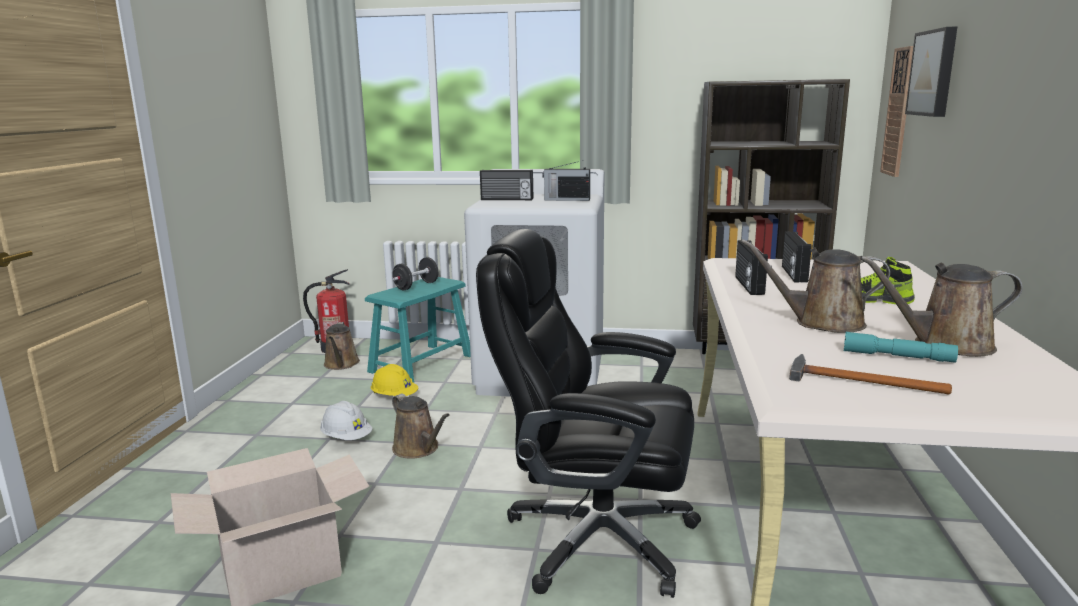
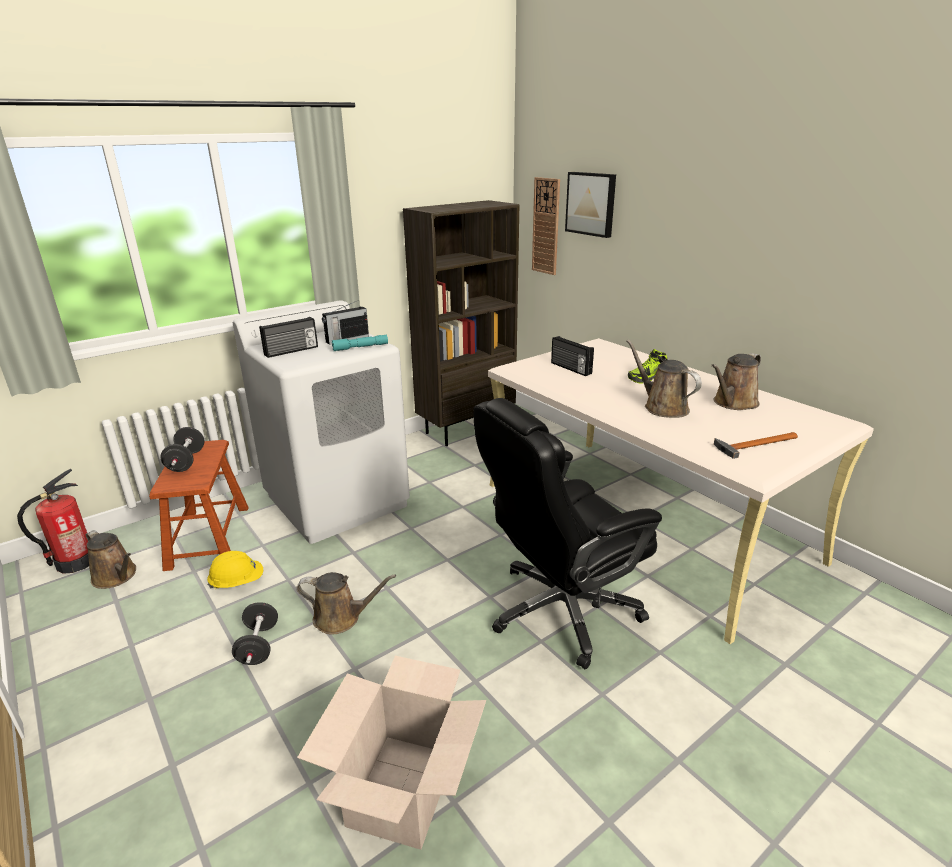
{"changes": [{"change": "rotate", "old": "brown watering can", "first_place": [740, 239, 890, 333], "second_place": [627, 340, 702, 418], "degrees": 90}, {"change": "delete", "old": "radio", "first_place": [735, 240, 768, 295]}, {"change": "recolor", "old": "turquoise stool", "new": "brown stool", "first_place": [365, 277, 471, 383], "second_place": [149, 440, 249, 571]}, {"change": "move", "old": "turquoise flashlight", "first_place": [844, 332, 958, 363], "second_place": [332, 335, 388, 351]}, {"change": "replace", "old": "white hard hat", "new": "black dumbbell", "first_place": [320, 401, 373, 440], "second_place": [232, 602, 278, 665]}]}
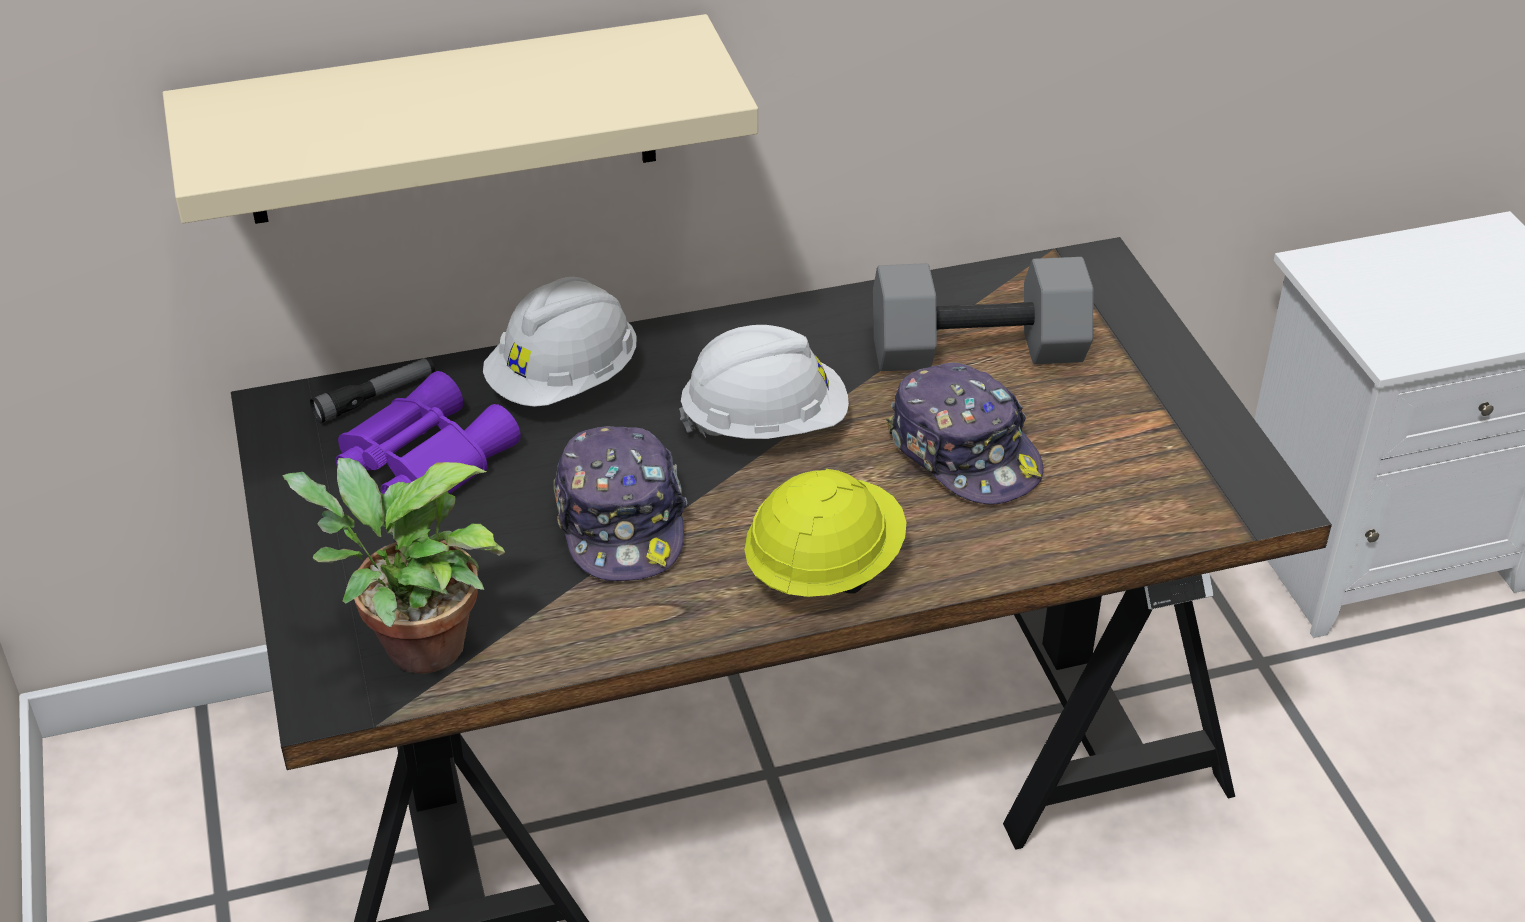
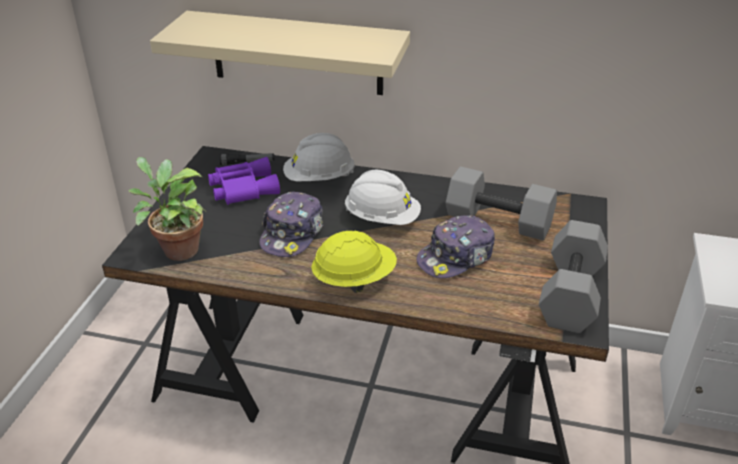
{"changes": [{"change": "rotate", "old": "cap", "first_place": [886, 363, 1043, 505], "second_place": [417, 215, 495, 278], "degrees": 60}, {"change": "insert", "new": "grey dumbbell", "second_place": [539, 220, 608, 333]}]}
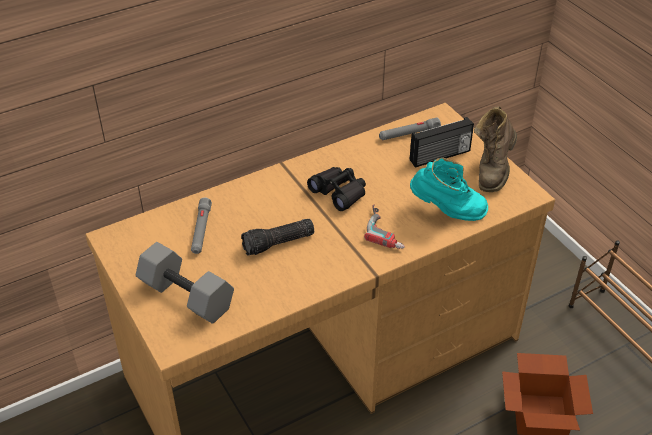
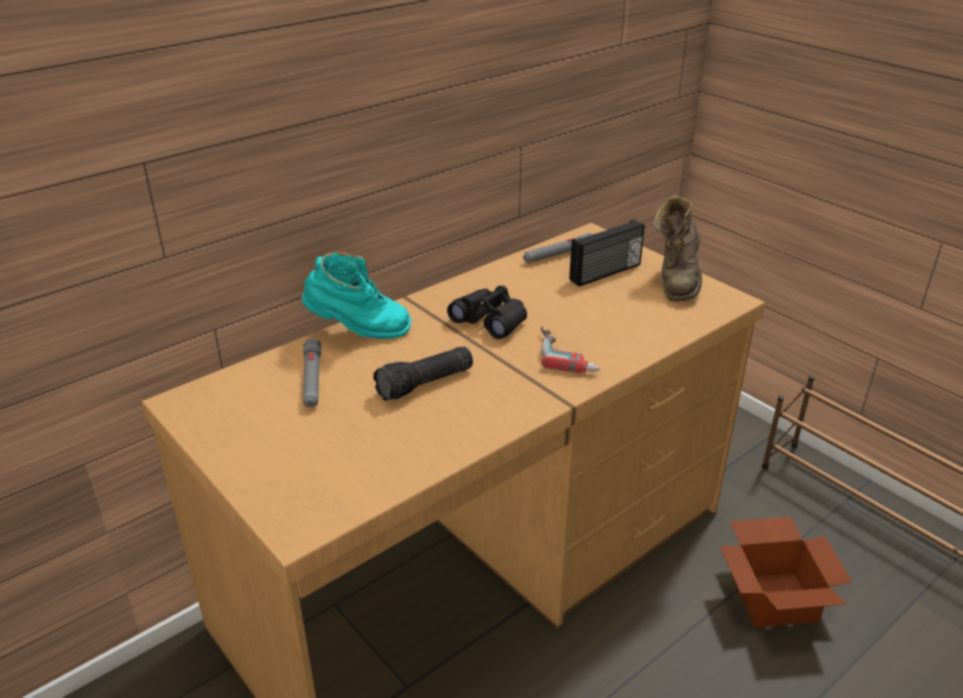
{"changes": [{"change": "move", "old": "turquoise boot", "first_place": [410, 158, 488, 221], "second_place": [302, 251, 411, 339]}, {"change": "delete", "old": "grey dumbbell", "first_place": [136, 242, 234, 324]}]}
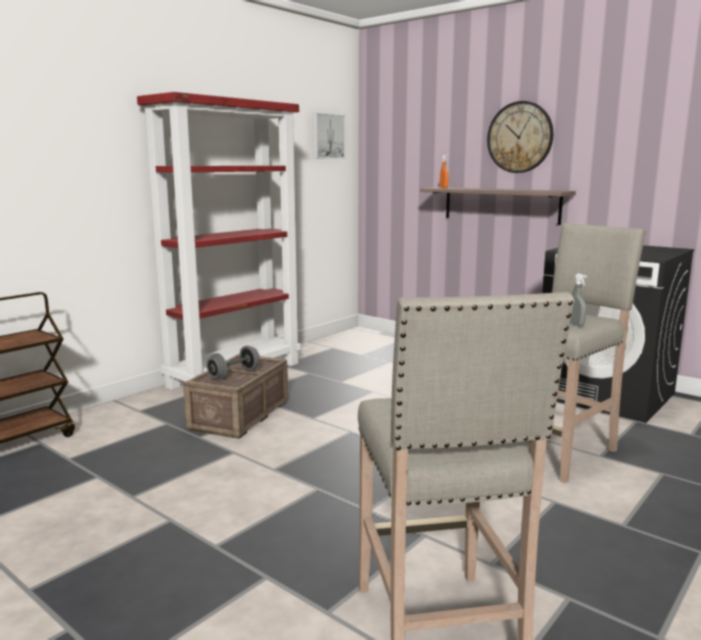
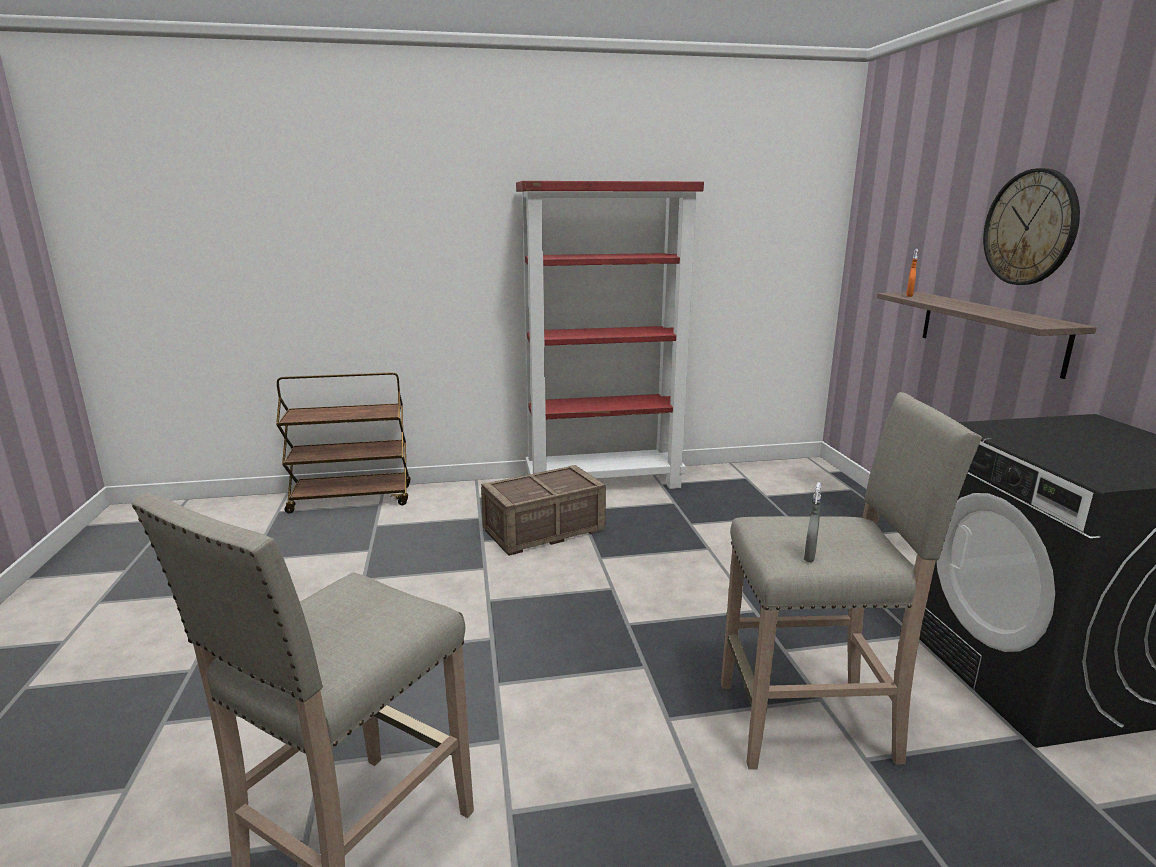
{"changes": [{"change": "delete", "old": "picture", "first_place": [313, 113, 345, 159]}, {"change": "delete", "old": "grey dumbbell", "first_place": [207, 346, 260, 380]}]}
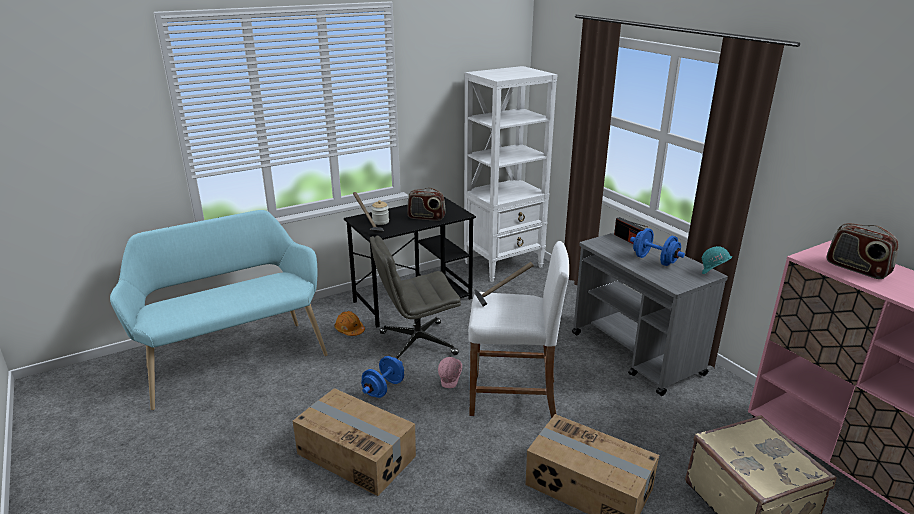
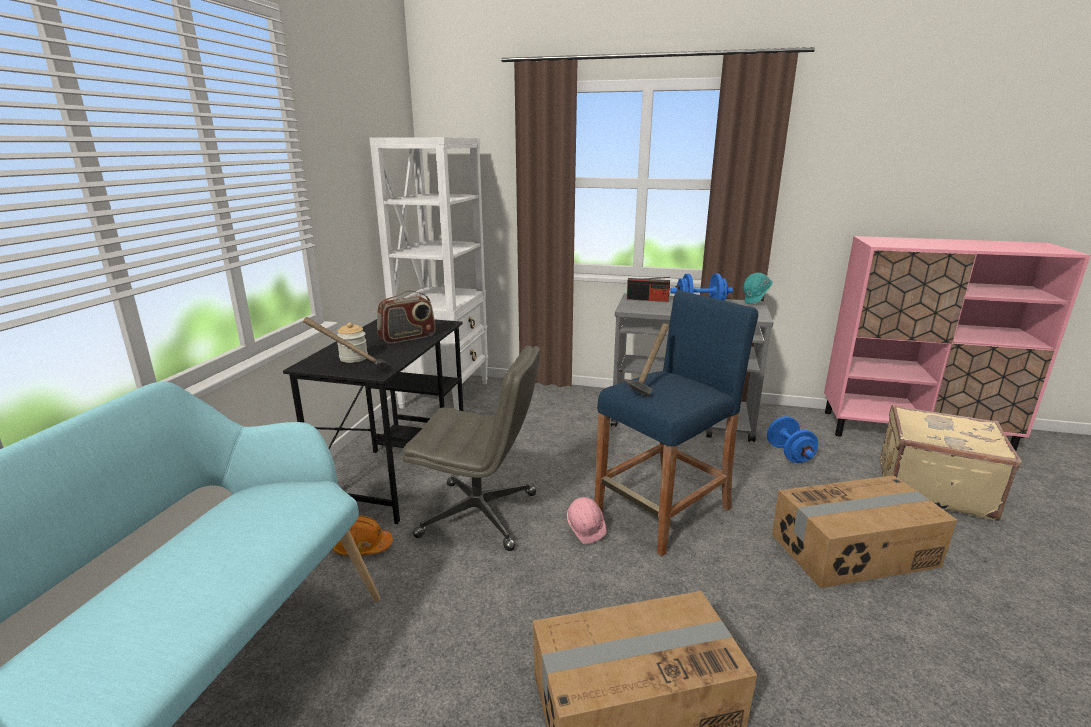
{"changes": [{"change": "delete", "old": "radio", "first_place": [827, 223, 899, 279]}, {"change": "rotate", "old": "grey office chair", "first_place": [370, 236, 461, 361], "second_place": [403, 345, 540, 551], "degrees": -105}, {"change": "recolor", "old": "white stool", "new": "blue stool", "first_place": [468, 241, 569, 419], "second_place": [595, 290, 758, 556]}, {"change": "move", "old": "blue dumbbell", "first_place": [361, 356, 404, 398], "second_place": [767, 416, 818, 463]}]}
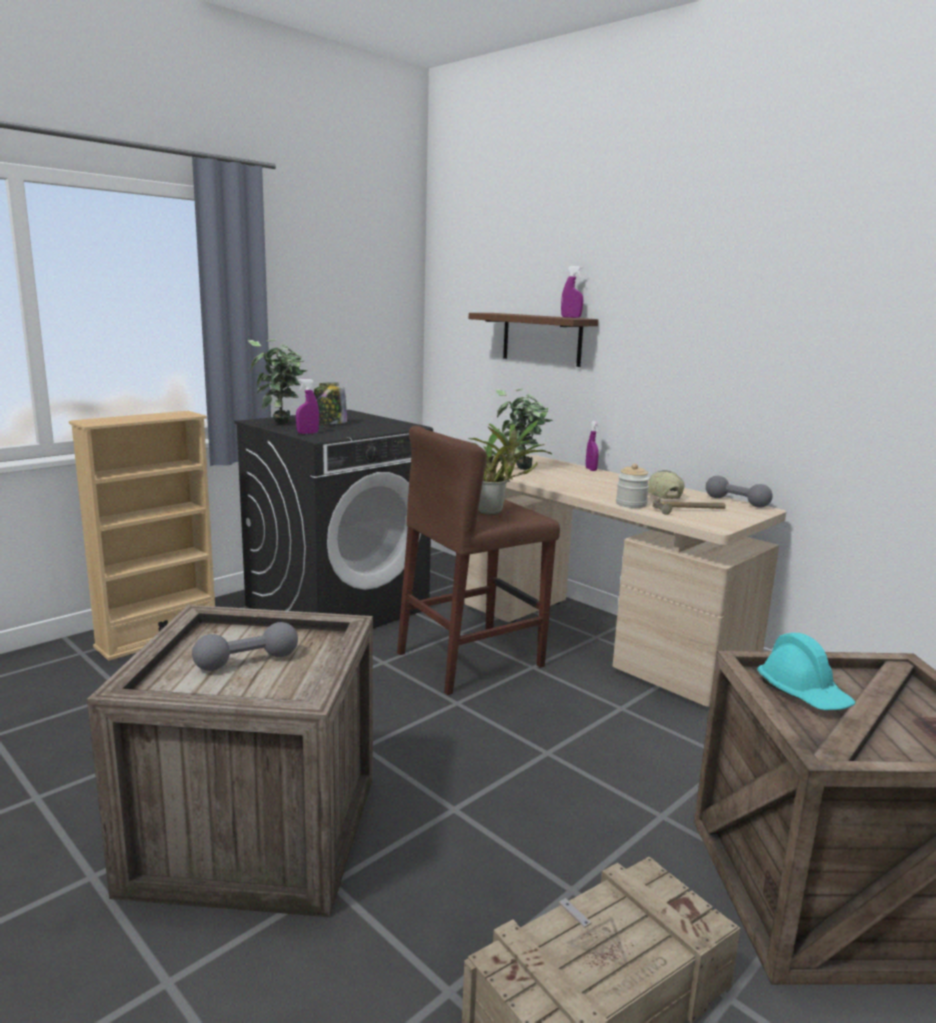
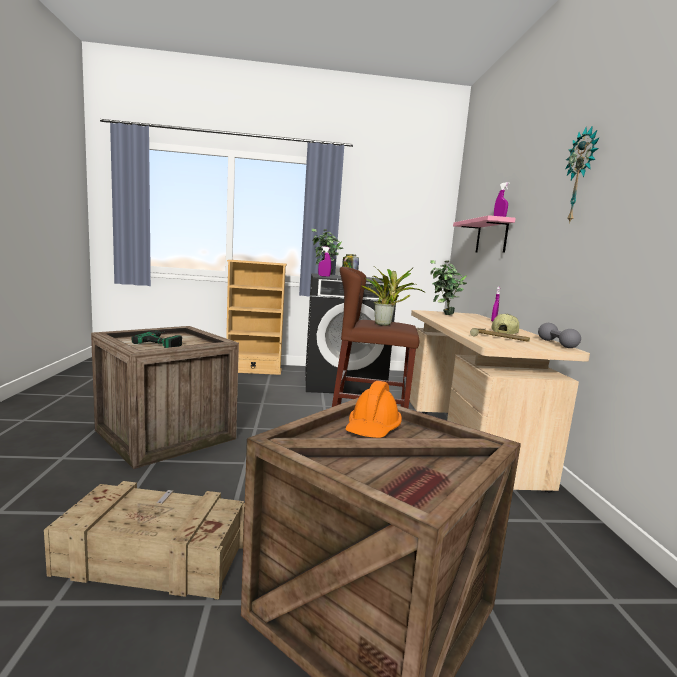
{"changes": [{"change": "recolor", "old": "brown shelf", "new": "pink shelf", "first_place": [469, 313, 598, 367], "second_place": [453, 215, 516, 253]}, {"change": "delete", "old": "jar", "first_place": [616, 463, 650, 508]}, {"change": "replace", "old": "grey dumbbell", "new": "power drill", "first_place": [192, 622, 298, 671], "second_place": [131, 330, 182, 348]}, {"change": "recolor", "old": "turquoise hard hat", "new": "orange hard hat", "first_place": [757, 633, 855, 710], "second_place": [346, 381, 402, 438]}, {"change": "insert", "new": "wall clock", "second_place": [565, 126, 600, 224]}]}
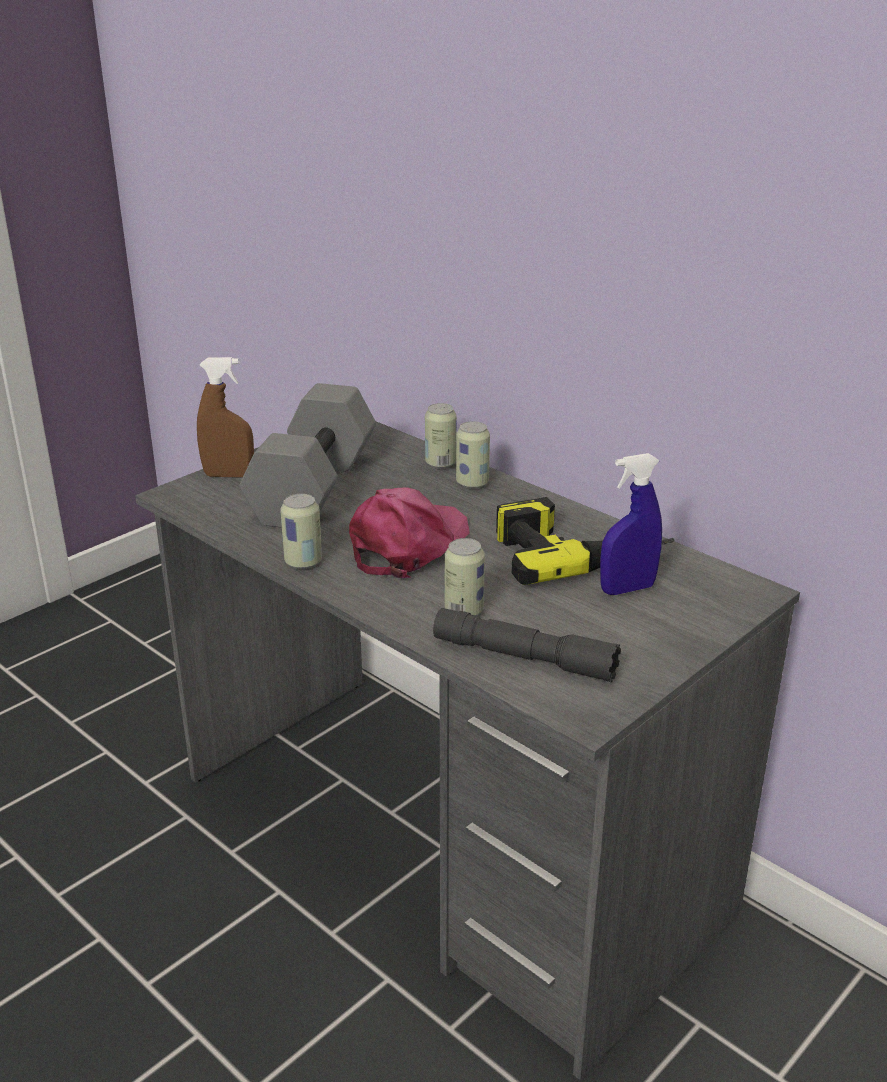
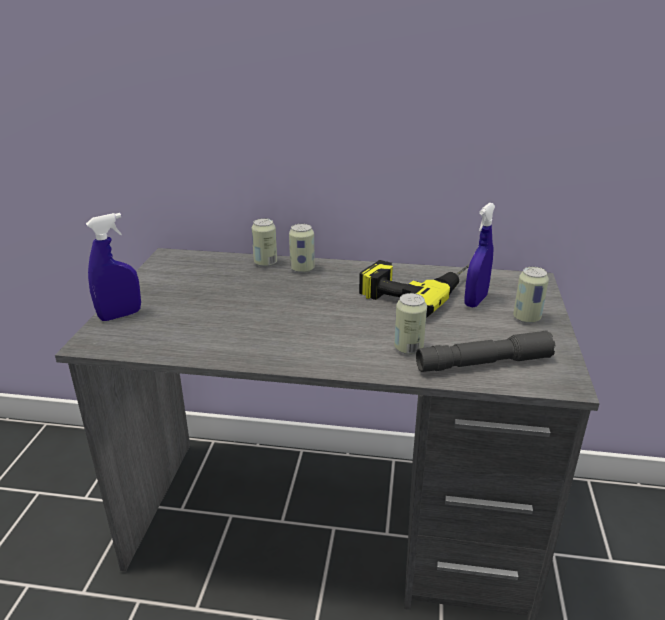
{"changes": [{"change": "recolor", "old": "brown spray bottle", "new": "blue spray bottle", "first_place": [197, 357, 254, 478], "second_place": [86, 213, 141, 321]}, {"change": "delete", "old": "grey dumbbell", "first_place": [239, 383, 376, 528]}, {"change": "delete", "old": "pink cap", "first_place": [349, 487, 470, 578]}, {"change": "move", "old": "can", "first_place": [280, 494, 322, 569], "second_place": [513, 267, 549, 323]}]}
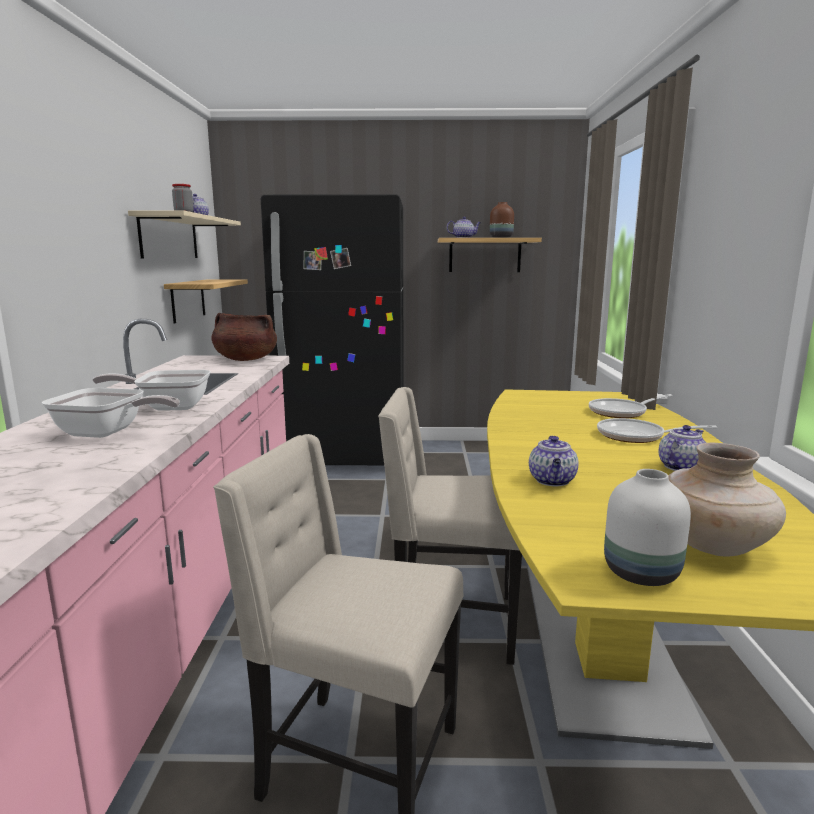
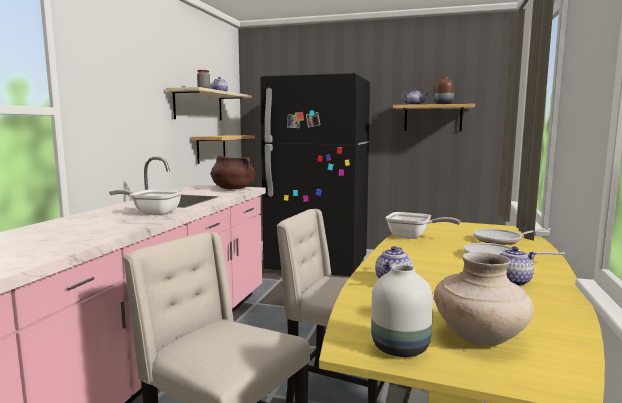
{"changes": [{"change": "move", "old": "frying pan", "first_place": [42, 388, 180, 438], "second_place": [386, 212, 460, 239]}]}
